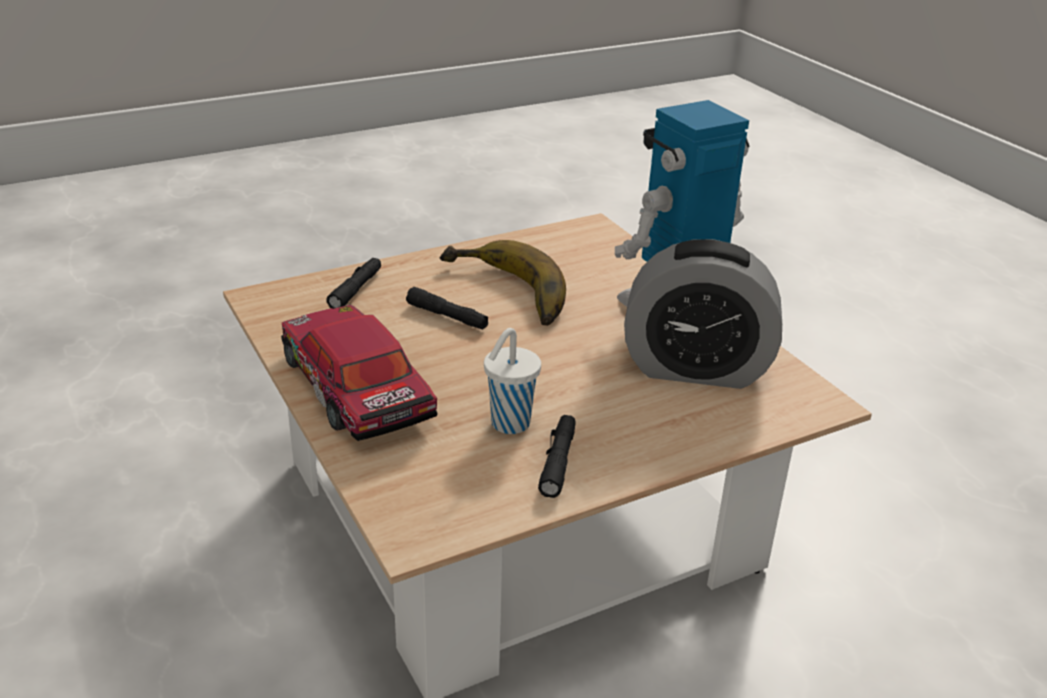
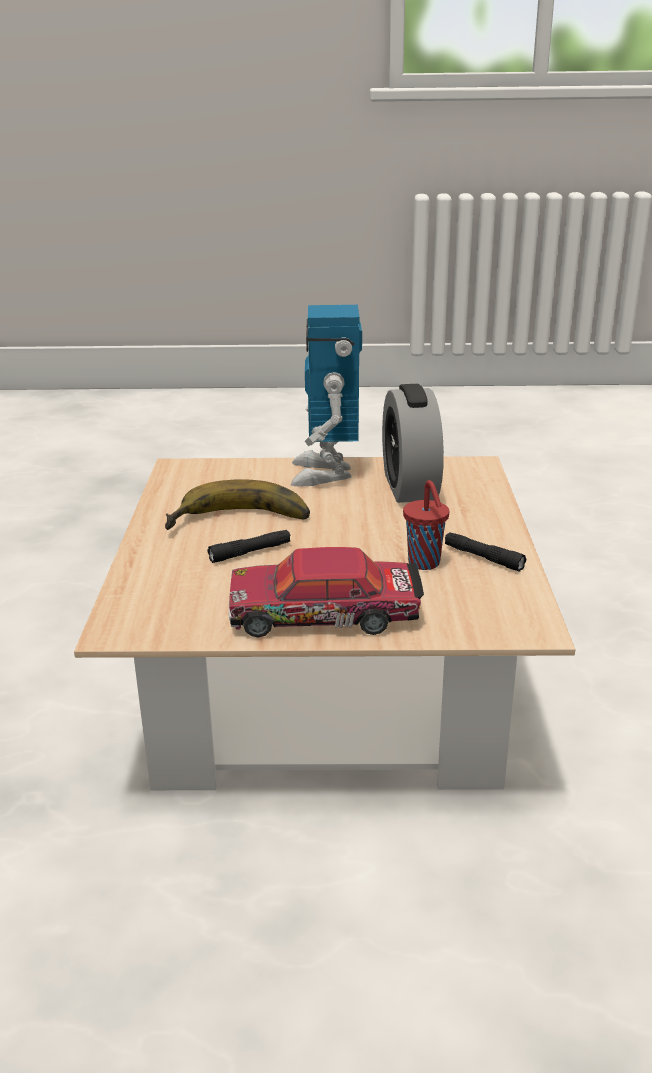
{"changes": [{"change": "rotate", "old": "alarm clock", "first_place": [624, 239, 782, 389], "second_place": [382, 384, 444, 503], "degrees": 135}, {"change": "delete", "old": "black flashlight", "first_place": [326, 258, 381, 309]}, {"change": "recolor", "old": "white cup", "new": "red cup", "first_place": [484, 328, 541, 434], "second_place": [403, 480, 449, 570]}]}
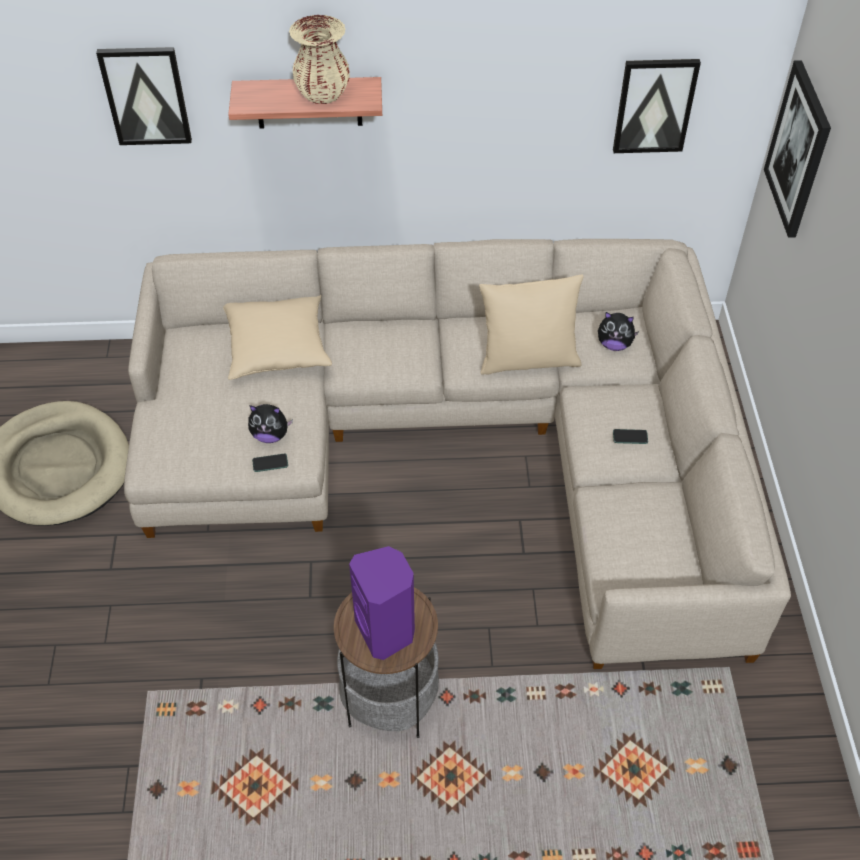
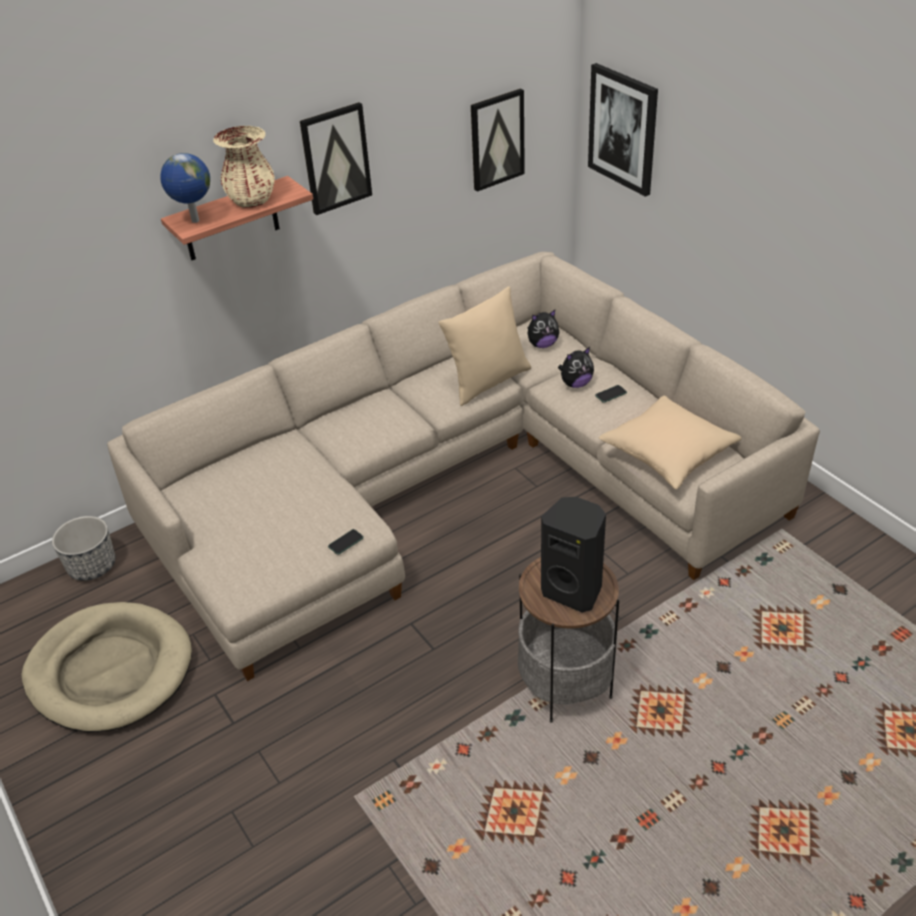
{"changes": [{"change": "move", "old": "picture", "first_place": [96, 47, 192, 145], "second_place": [300, 102, 372, 215]}, {"change": "move", "old": "beige pillow", "first_place": [223, 294, 332, 380], "second_place": [599, 396, 741, 489]}, {"change": "move", "old": "plush toy", "first_place": [248, 404, 293, 443], "second_place": [558, 347, 594, 388]}, {"change": "recolor", "old": "purple speaker", "new": "black speaker", "first_place": [349, 546, 415, 660], "second_place": [541, 497, 606, 612]}, {"change": "insert", "new": "globe", "second_place": [160, 153, 210, 223]}, {"change": "insert", "new": "planter", "second_place": [52, 516, 115, 581]}]}
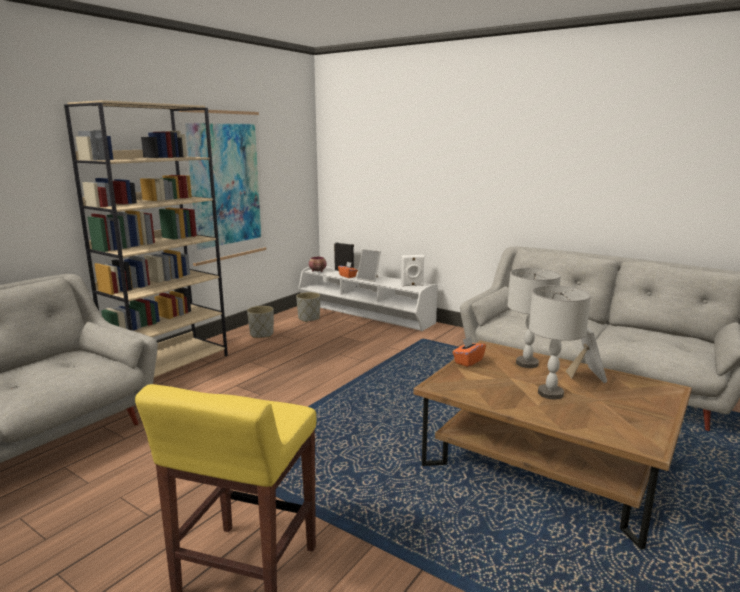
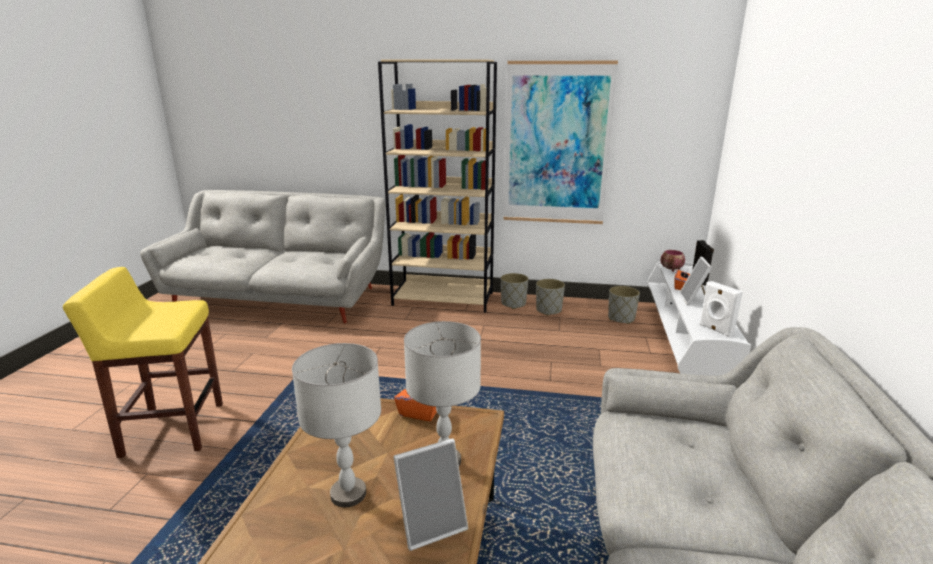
{"changes": [{"change": "insert", "new": "grey planter", "second_place": [501, 273, 528, 309]}]}
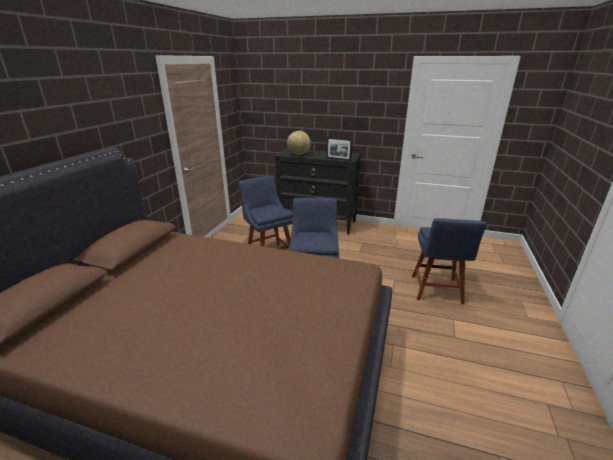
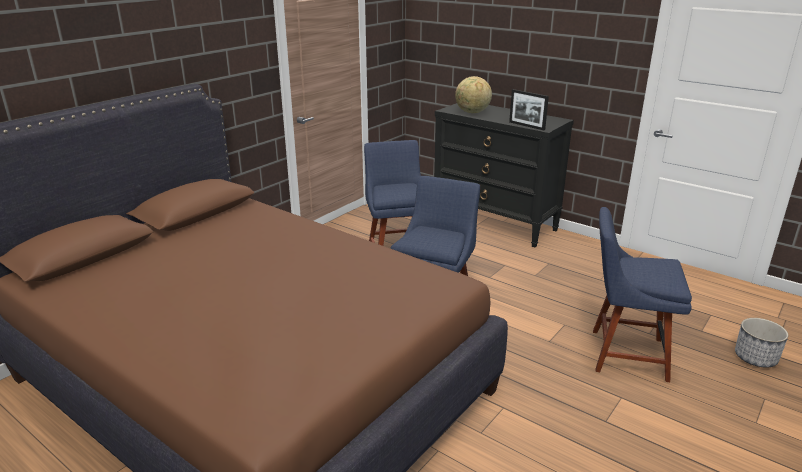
{"changes": [{"change": "rotate", "old": "blue chair", "first_place": [412, 218, 487, 304], "second_place": [593, 207, 692, 382], "degrees": 75}, {"change": "insert", "new": "planter", "second_place": [735, 318, 788, 368]}]}
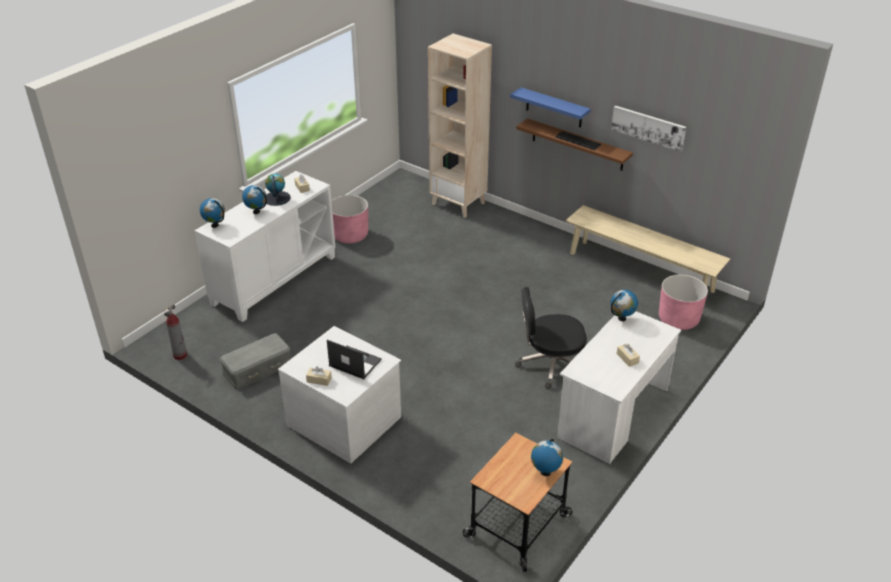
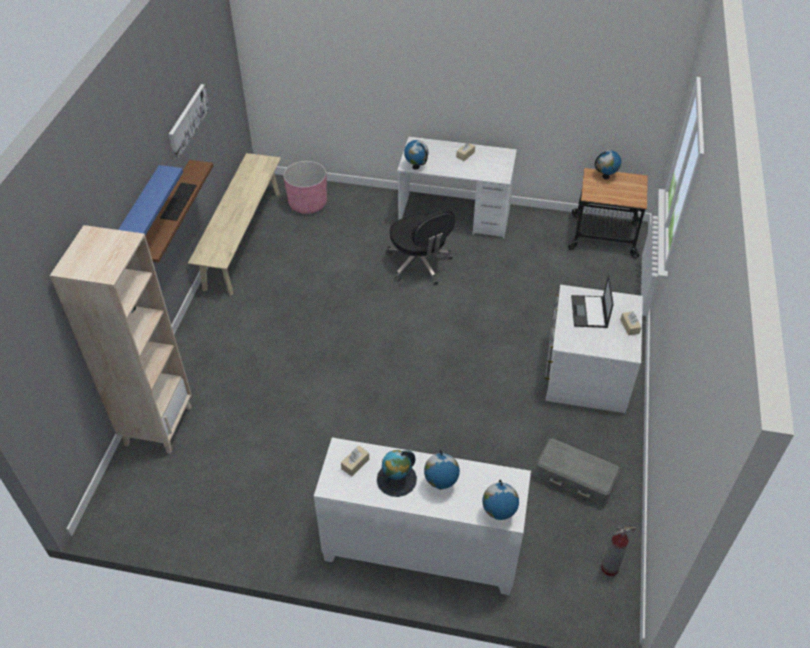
{"changes": [{"change": "delete", "old": "pink planter", "first_place": [331, 195, 368, 244]}]}
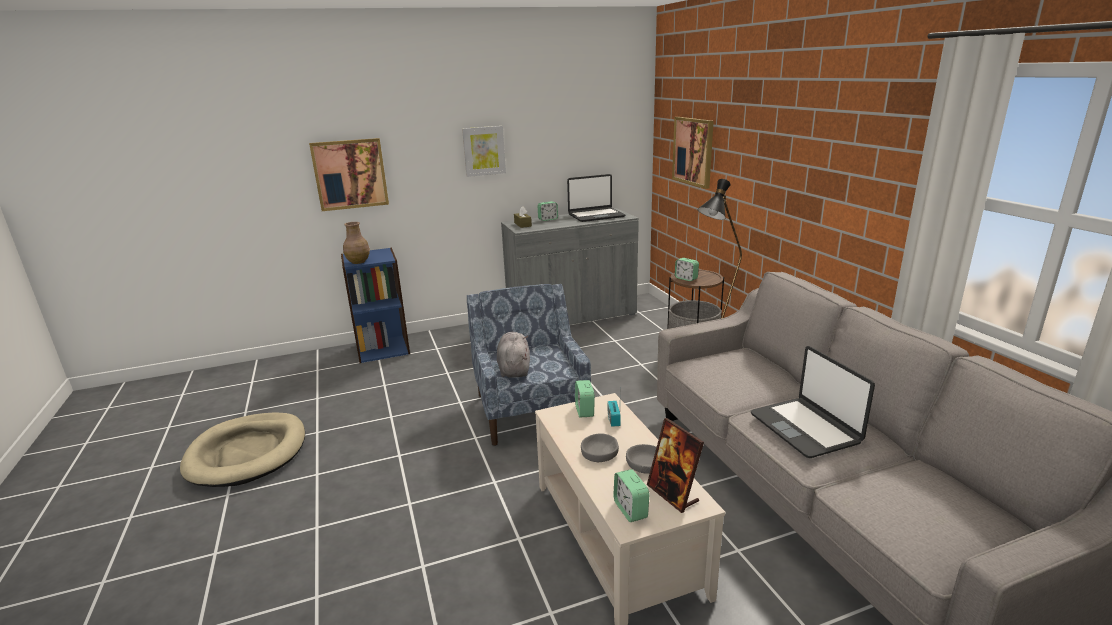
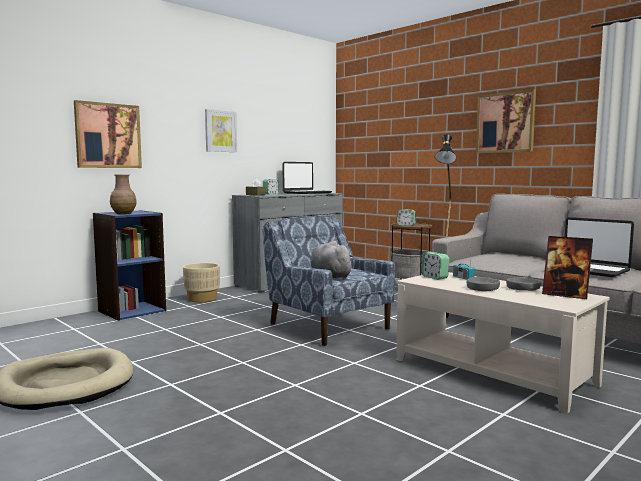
{"changes": [{"change": "move", "old": "picture", "first_place": [672, 117, 714, 189], "second_place": [476, 89, 536, 153]}, {"change": "delete", "old": "alarm clock", "first_place": [613, 469, 650, 522]}, {"change": "insert", "new": "beige planter", "second_place": [183, 263, 220, 302]}]}
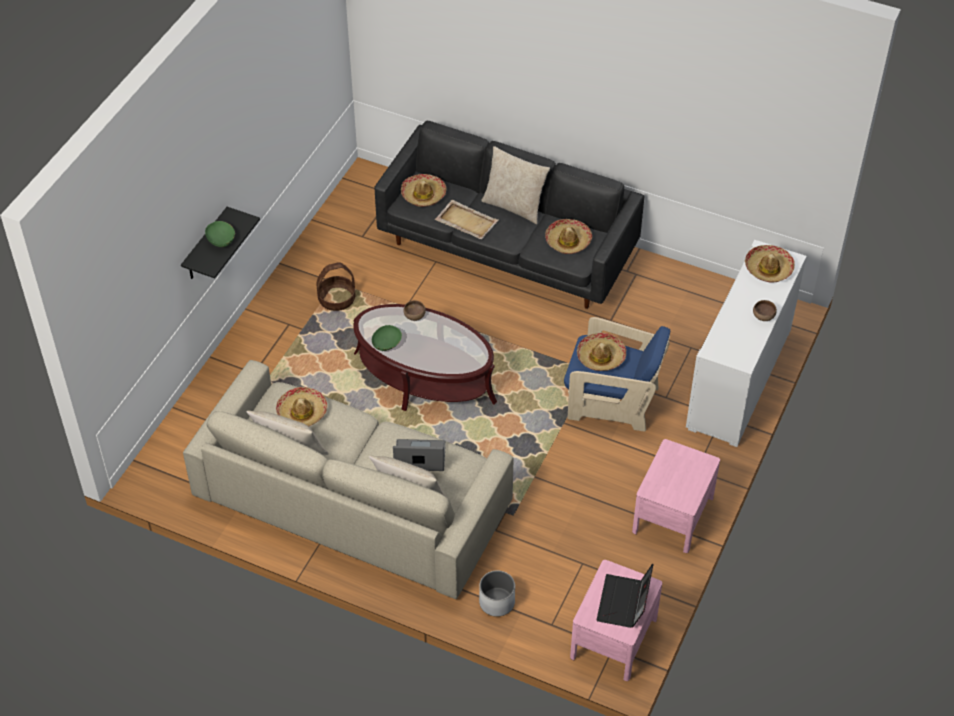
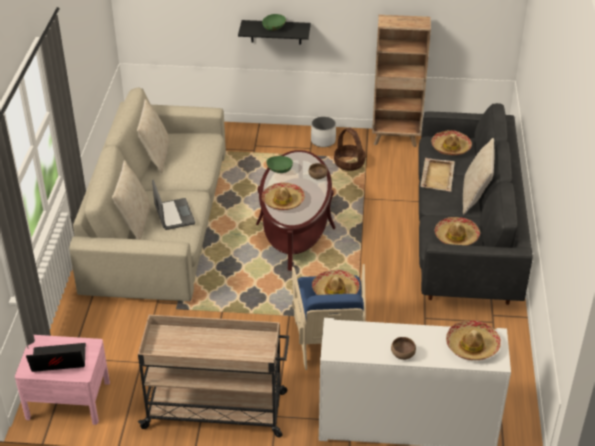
{"changes": [{"change": "move", "old": "hat", "first_place": [276, 387, 327, 426], "second_place": [262, 182, 305, 210]}, {"change": "replace", "old": "pink nightstand", "new": "beige cart", "first_place": [632, 439, 720, 553], "second_place": [138, 315, 289, 438]}, {"change": "move", "old": "white planter", "first_place": [479, 570, 515, 617], "second_place": [311, 116, 336, 147]}, {"change": "insert", "new": "brown bookcase", "second_place": [372, 15, 431, 147]}]}
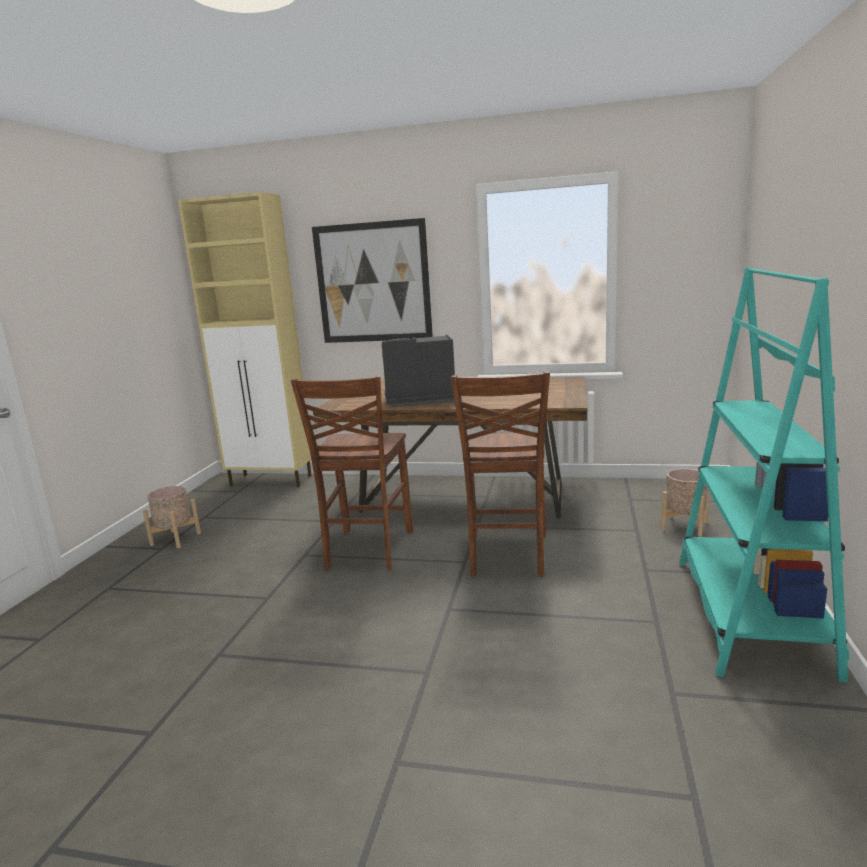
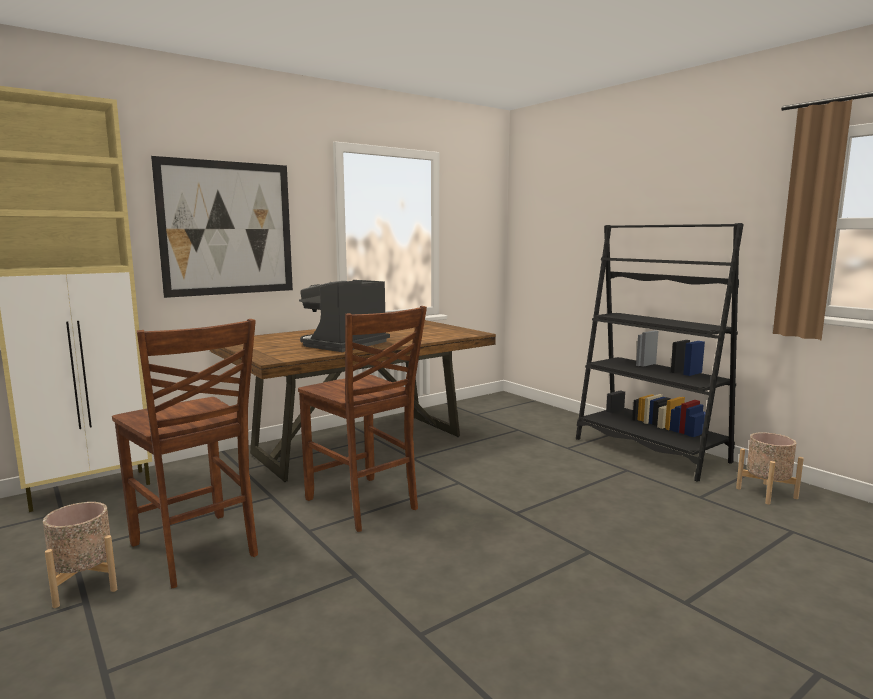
{"changes": [{"change": "recolor", "old": "turquoise bookcase", "new": "black bookcase", "first_place": [679, 267, 849, 682], "second_place": [576, 223, 744, 482]}, {"change": "move", "old": "brown chair", "first_place": [451, 371, 550, 578], "second_place": [112, 319, 258, 588]}, {"change": "move", "old": "beige planter", "first_place": [661, 469, 709, 537], "second_place": [736, 432, 804, 504]}]}
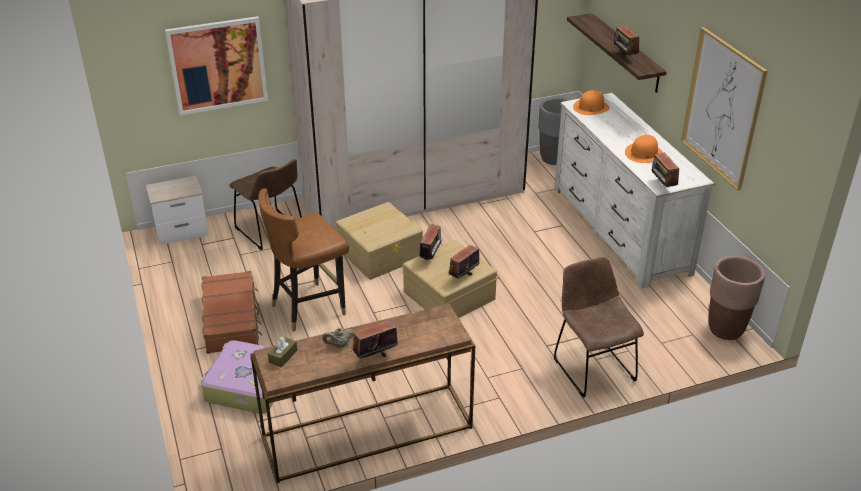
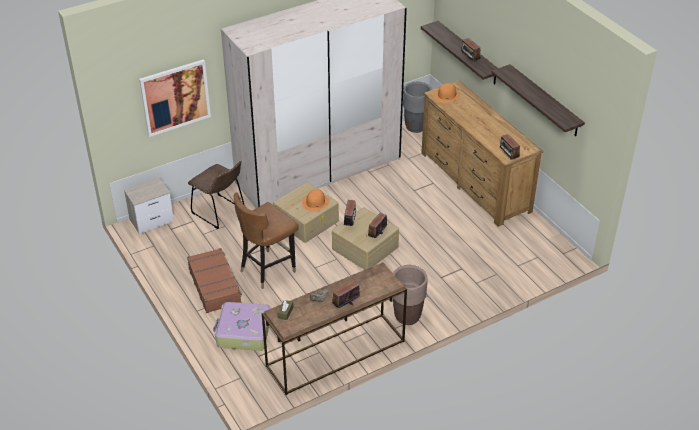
{"changes": [{"change": "replace", "old": "picture", "new": "shelf", "first_place": [681, 27, 768, 190], "second_place": [491, 64, 585, 136]}, {"change": "recolor", "old": "white dresser", "new": "brown dresser", "first_place": [554, 93, 715, 289], "second_place": [421, 81, 543, 227]}, {"change": "move", "old": "orange hat", "first_place": [625, 135, 663, 163], "second_place": [302, 189, 329, 211]}, {"change": "move", "old": "brown planter", "first_place": [708, 256, 765, 340], "second_place": [393, 265, 428, 325]}, {"change": "delete", "old": "brown chair", "first_place": [554, 257, 644, 398]}]}
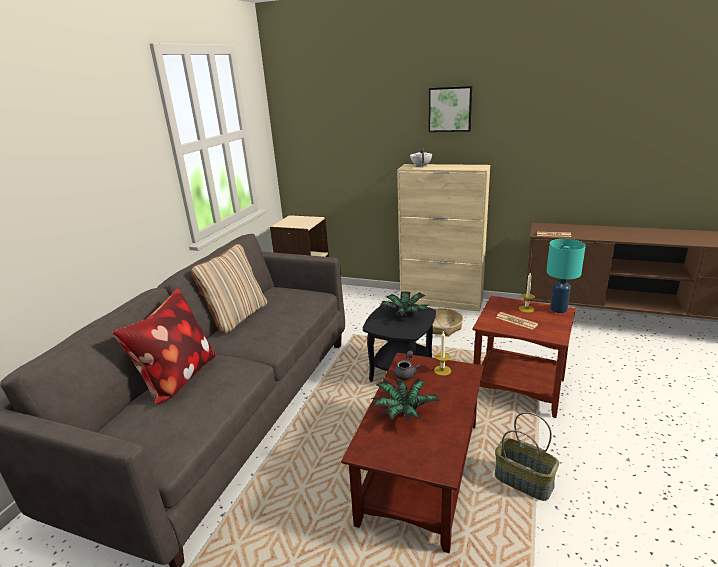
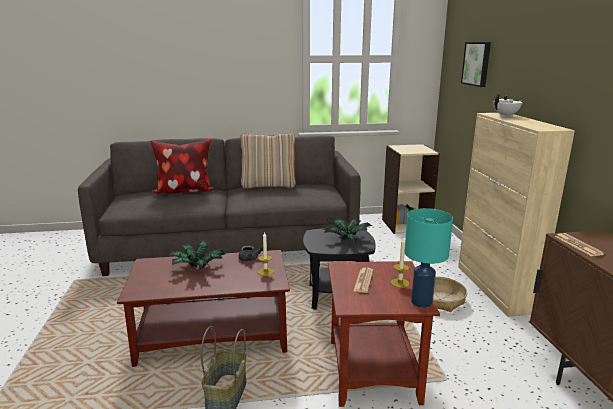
{"changes": [{"change": "move", "old": "picture", "first_place": [429, 86, 473, 132], "second_place": [461, 42, 491, 87]}]}
